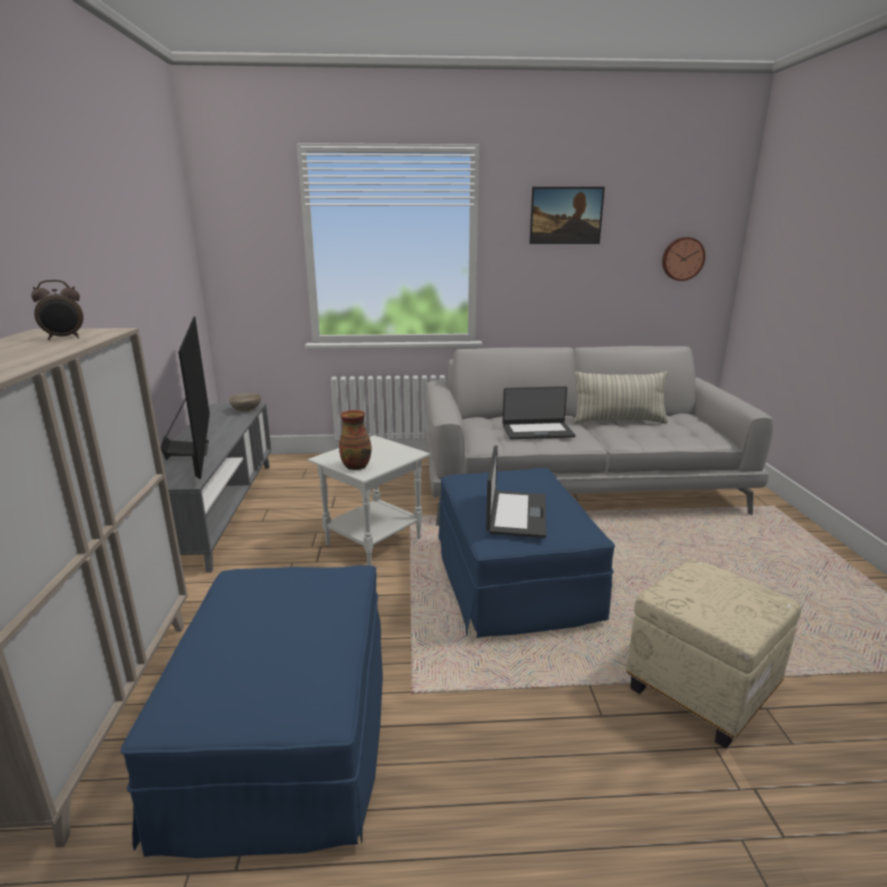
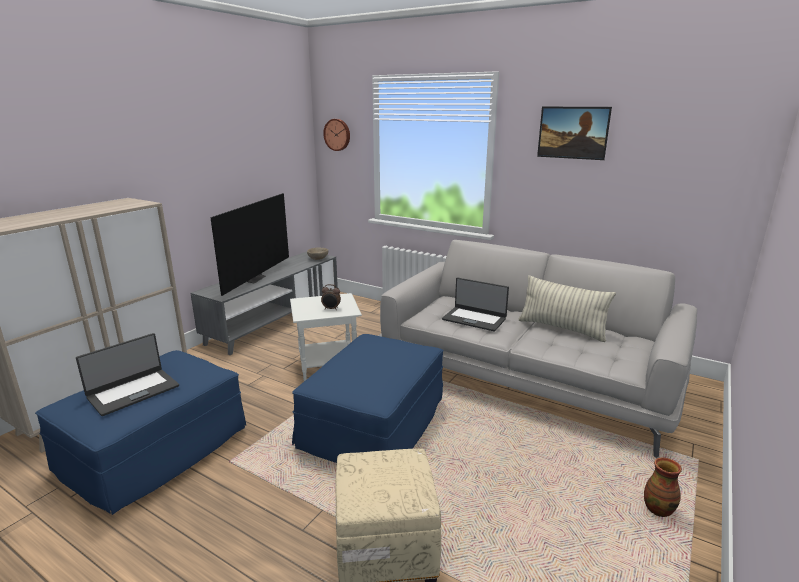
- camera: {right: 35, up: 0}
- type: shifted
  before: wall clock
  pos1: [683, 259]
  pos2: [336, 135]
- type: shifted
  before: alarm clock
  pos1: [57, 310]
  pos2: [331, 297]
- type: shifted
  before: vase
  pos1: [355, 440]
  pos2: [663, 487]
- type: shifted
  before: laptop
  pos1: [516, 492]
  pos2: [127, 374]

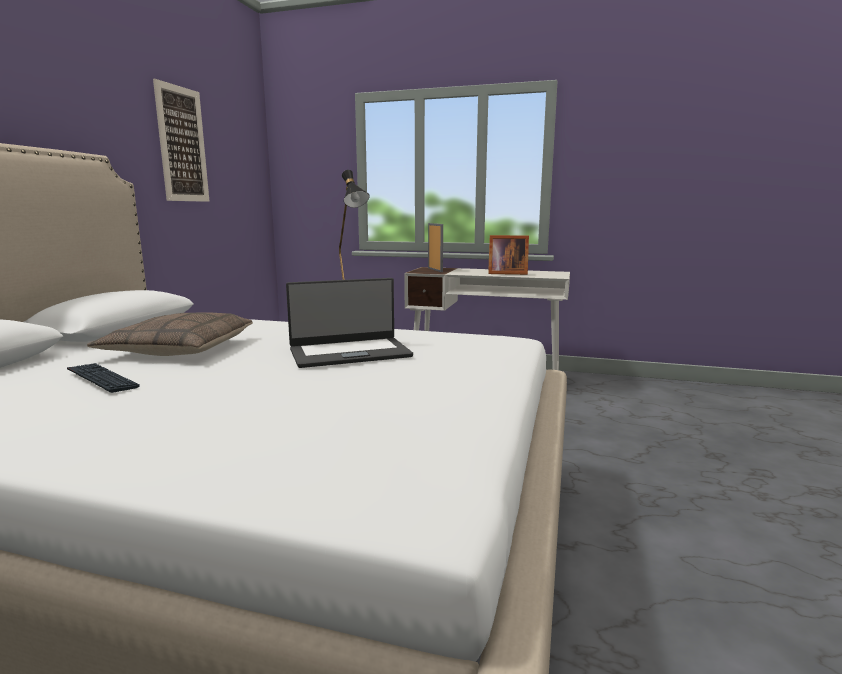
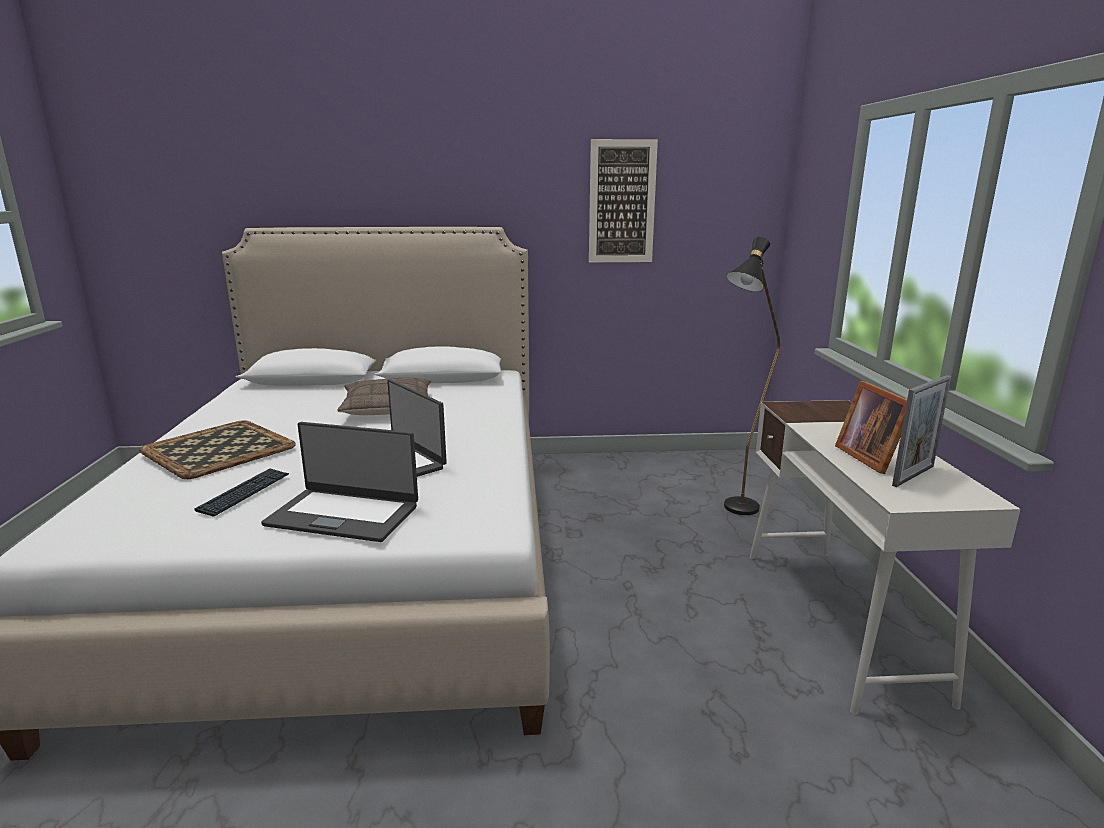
- camera: {right: 70, up: 5}
- type: shifted
  before: picture frame
  pos1: [435, 247]
  pos2: [921, 431]
- type: shifted
  before: keyboard
  pos1: [103, 378]
  pos2: [241, 492]
- type: new
  after: tray
  pos2: [217, 449]
- type: new
  after: laptop
  pos2: [339, 482]

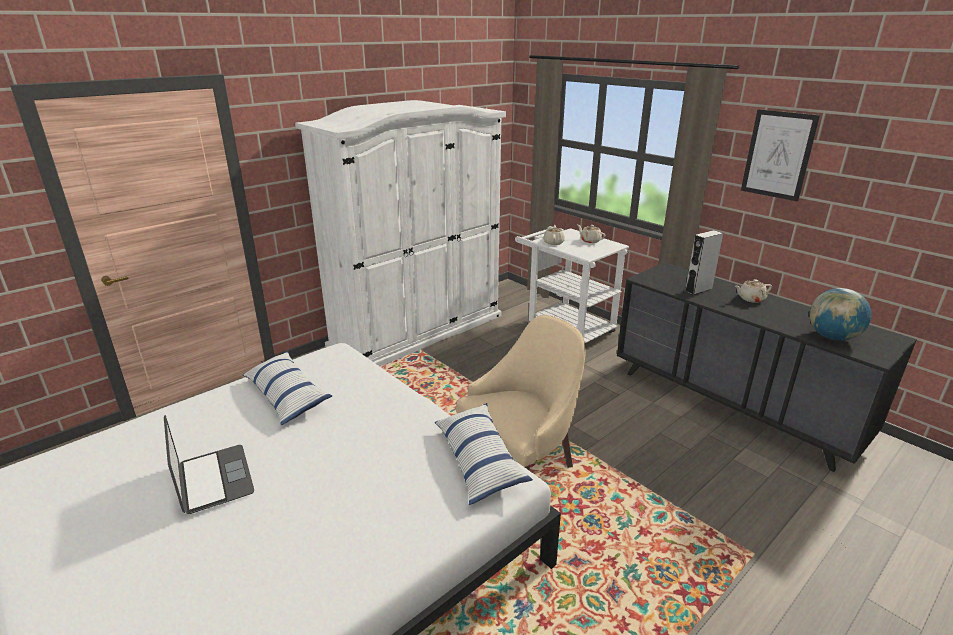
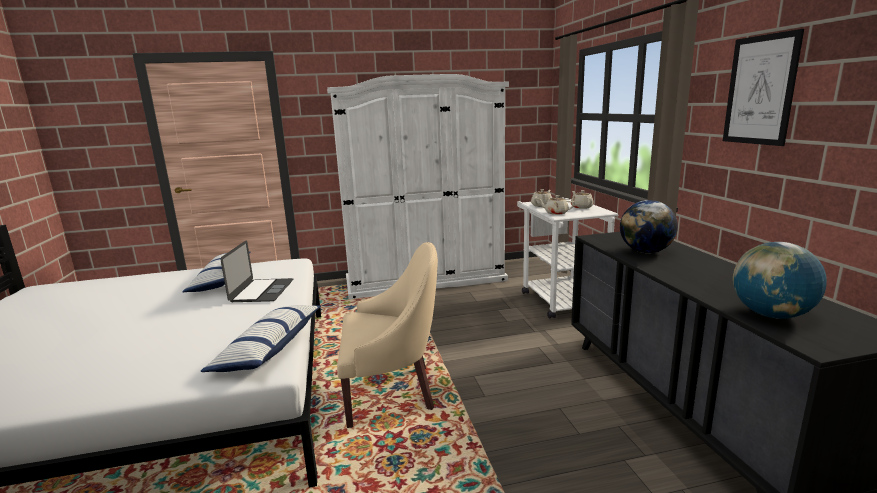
- camera: {right: 30, up: -10}
- type: swapped
  before: speaker/grey
  after: globe
  pos1: [704, 262]
  pos2: [649, 226]
- type: shifted
  before: teapot/beige
  pos1: [753, 291]
  pos2: [556, 205]
- type: shifted
  before: laptop
  pos1: [209, 464]
  pos2: [257, 271]

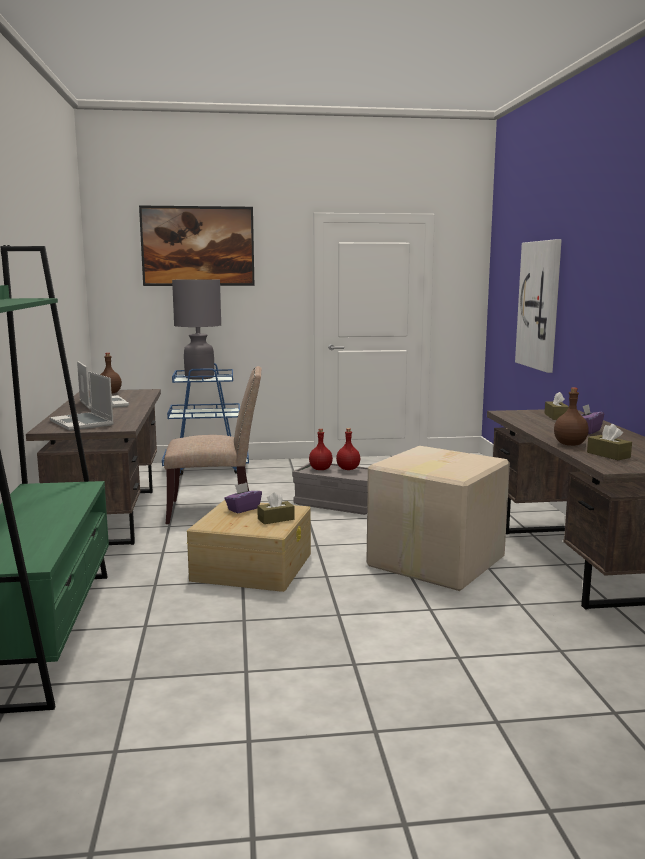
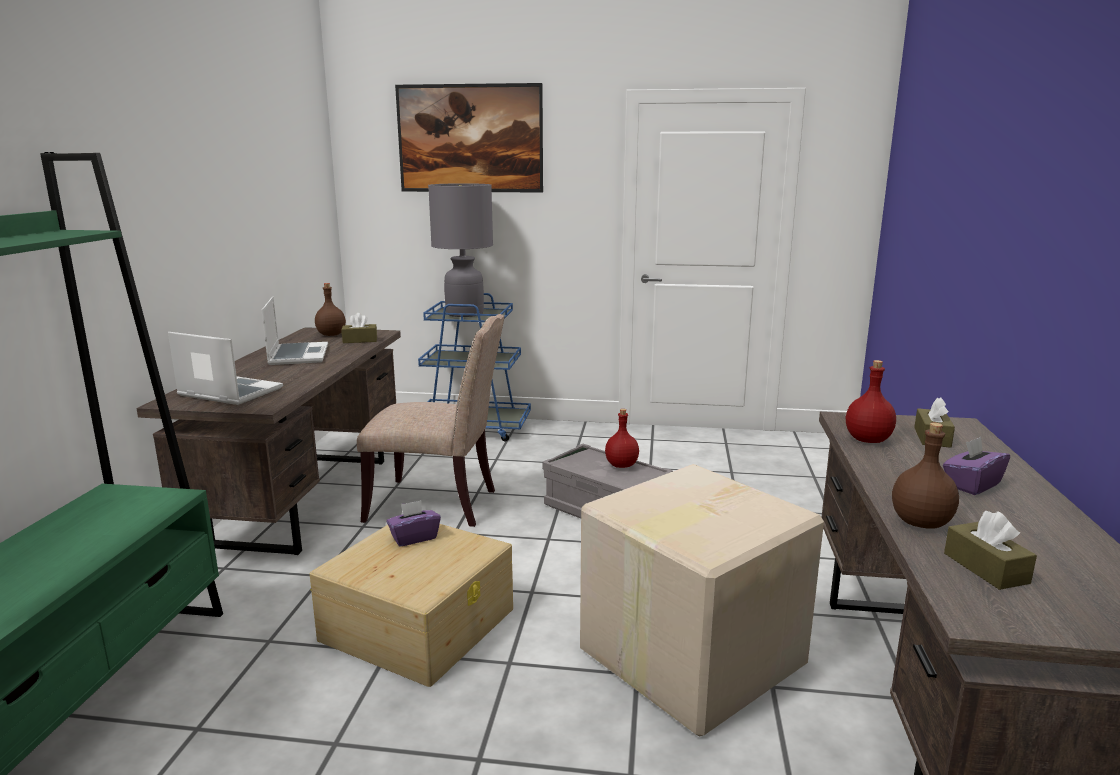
- camera: {right: 15, up: 5}
- type: gone
  before: picture
  pos1: [538, 306]
- type: rotated
  before: laptop
  pos1: [82, 401]
  pos2: [225, 368]
  turn: 135
- type: shifted
  before: bottle/red
  pos1: [321, 449]
  pos2: [871, 401]
- type: shifted
  before: tissue box/brown
  pos1: [276, 508]
  pos2: [359, 328]

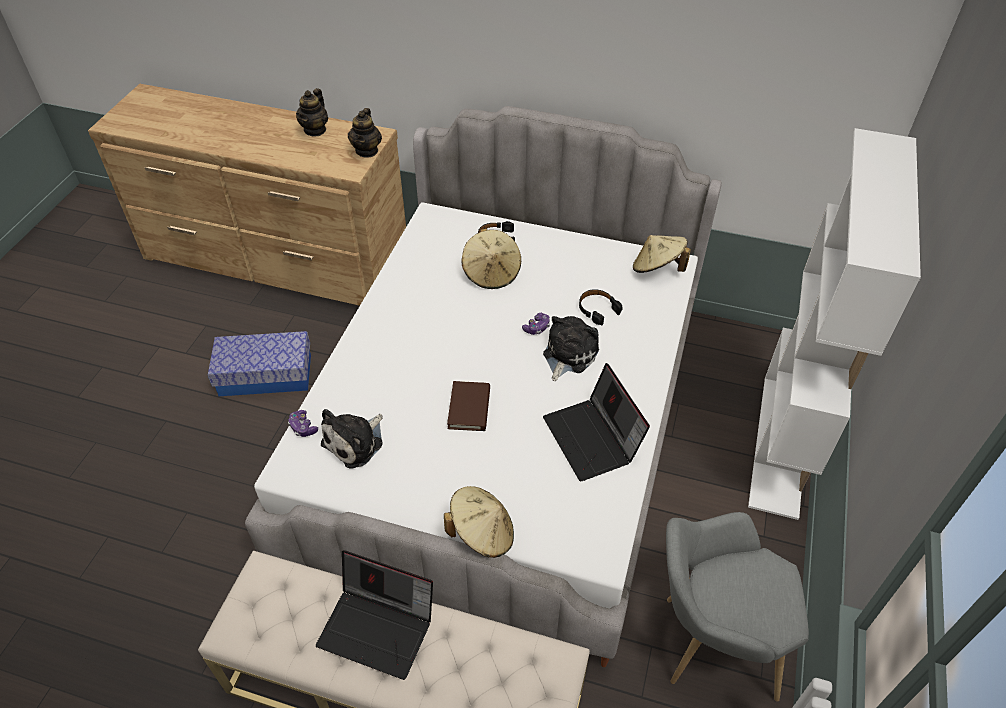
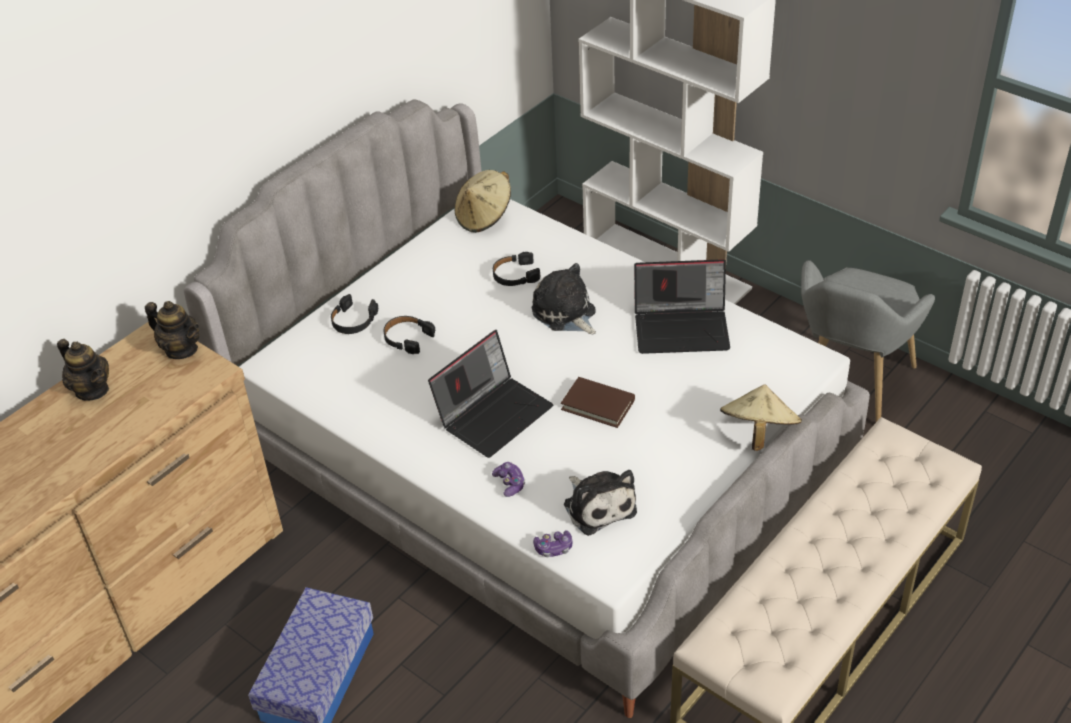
- camera: {right: -65, up: -5}
- type: swapped
  before: hat/beige
  after: headphones/black
  pos1: [491, 259]
  pos2: [409, 335]
- type: shifted
  before: game controller
  pos1: [536, 324]
  pos2: [508, 479]
- type: shifted
  before: laptop
  pos1: [374, 615]
  pos2: [490, 394]

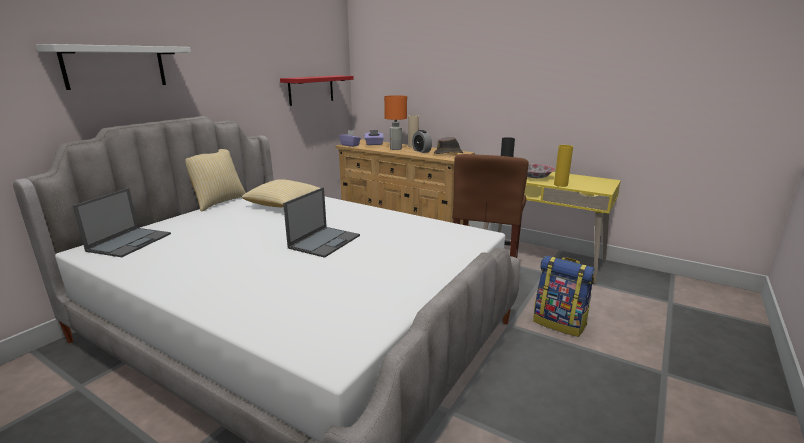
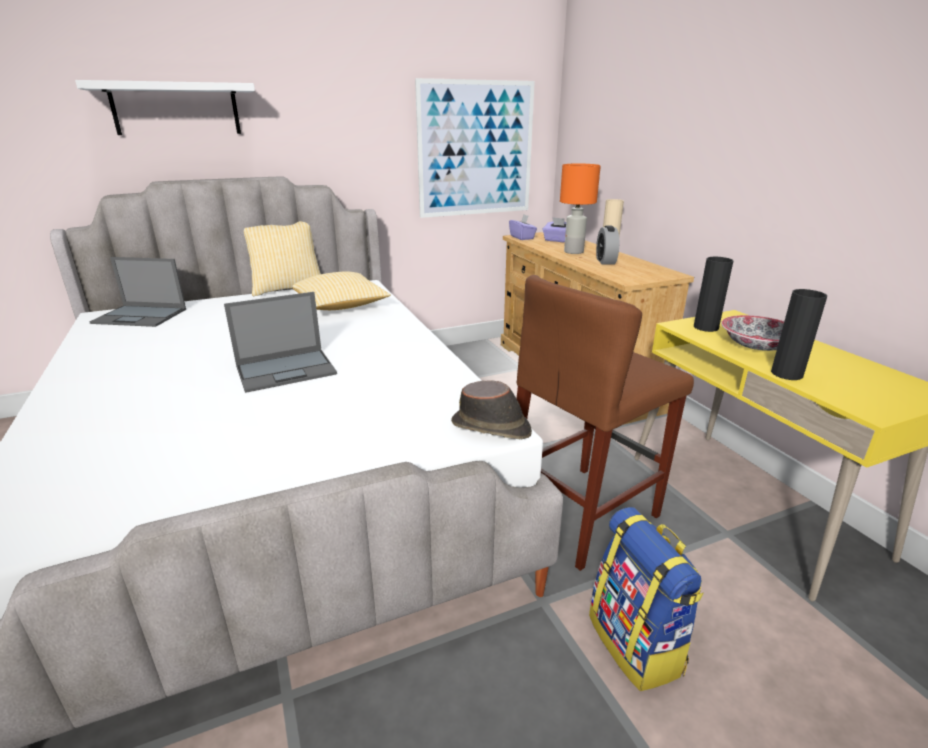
- camera: {right: 35, up: 5}
- type: swapped
  before: shelf/red
  after: picture
  pos1: [317, 90]
  pos2: [475, 148]
- type: shifted
  before: hat/brown
  pos1: [448, 145]
  pos2: [491, 409]
- type: repainted
  before: vase/yellow
  after: vase/black
  pos1: [563, 166]
  pos2: [799, 334]
- type: rotated
  before: laptop
  pos1: [122, 222]
  pos2: [137, 292]
  turn: 45

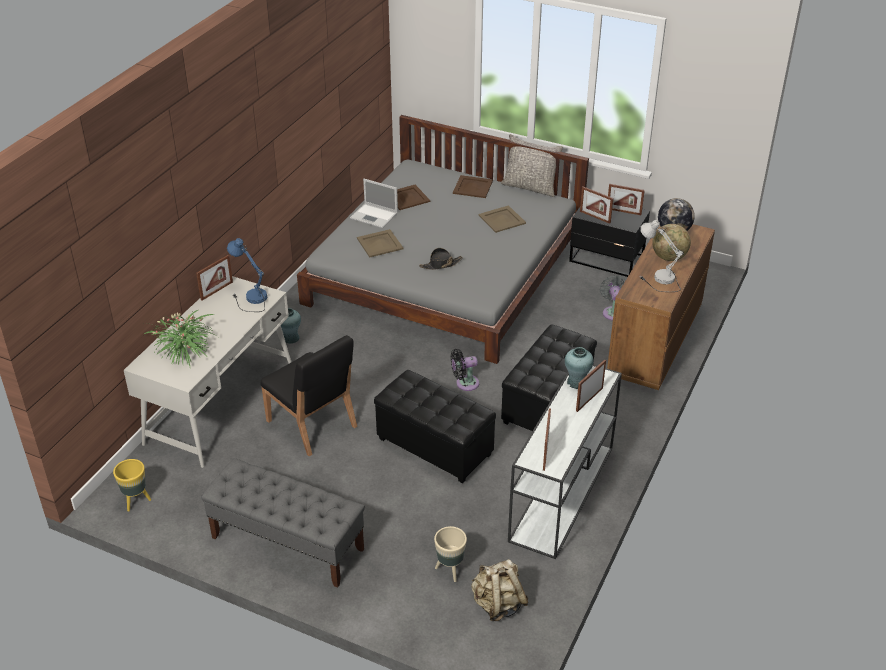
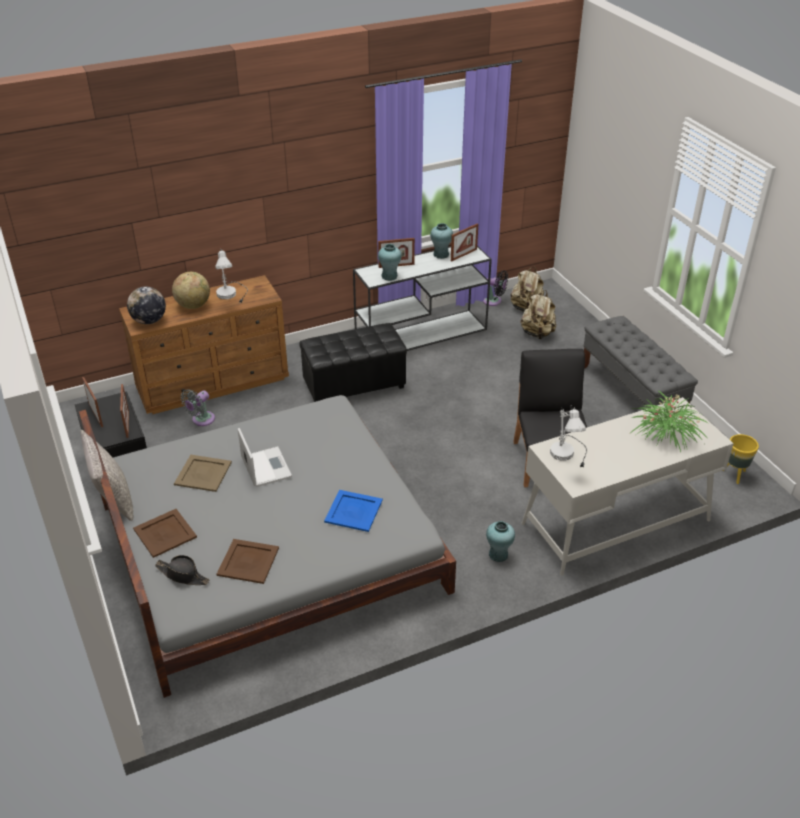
- camera: {right: -140, up: 0}
- type: shifted
  before: laptop
  pos1: [374, 203]
  pos2: [265, 457]
- type: repainted
  before: tray/beige
  after: tray/blue
  pos1: [380, 243]
  pos2: [353, 511]
- type: repainted
  before: table lamp/blue
  after: table lamp/white
  pos1: [247, 275]
  pos2: [568, 436]
- type: shifted
  before: hat/black
  pos1: [440, 259]
  pos2: [182, 570]
- type: gone
  before: picture frame
  pos1: [214, 278]
- type: shifted
  before: fan/black
  pos1: [465, 370]
  pos2: [495, 288]
- type: gone
  before: ottoman/black
  pos1: [435, 426]
- type: swapped
  before: planter/beige
  after: backpack/beige
  pos1: [450, 554]
  pos2: [538, 314]
- type: new
  after: vase/turquoise
  pos2: [441, 241]

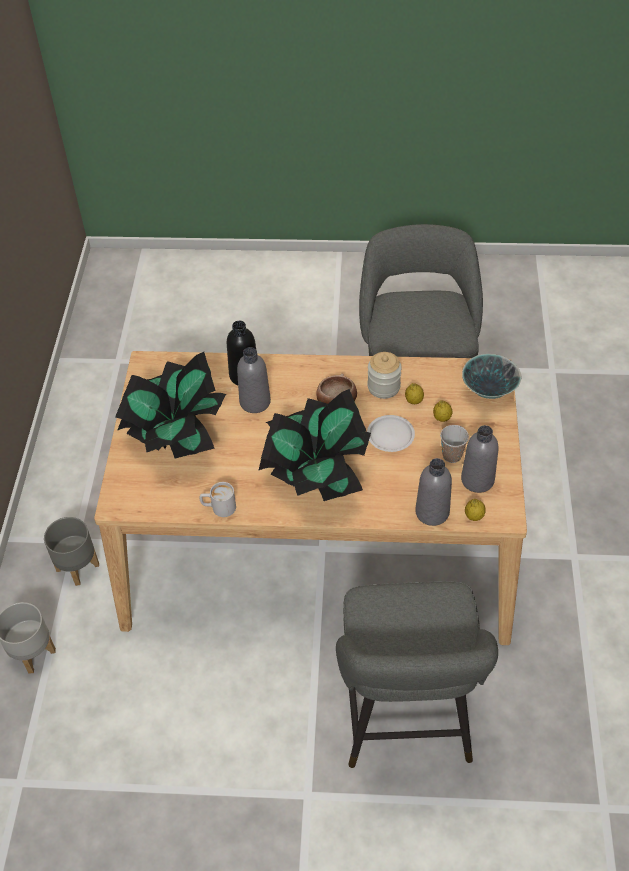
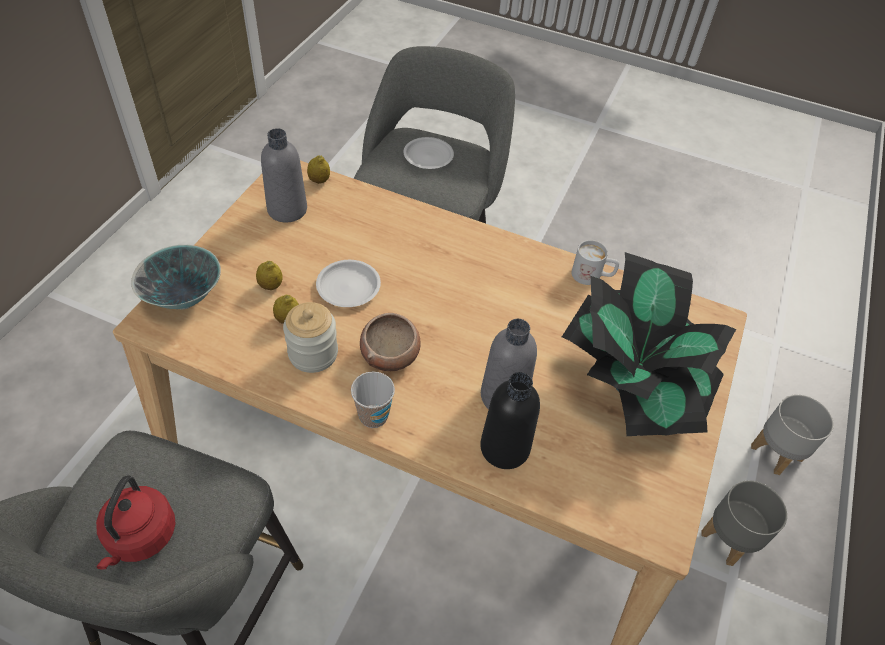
- camera: {right: -165, up: 0}
- type: gone
  before: potted plant
  pos1: [314, 445]
- type: shifted
  before: cup
  pos1: [454, 444]
  pos2: [373, 400]
- type: gone
  before: bottle/grey
  pos1: [433, 492]
- type: new
  after: plate/white
  pos2: [428, 153]
- type: new
  after: kettle/red
  pos2: [136, 523]

